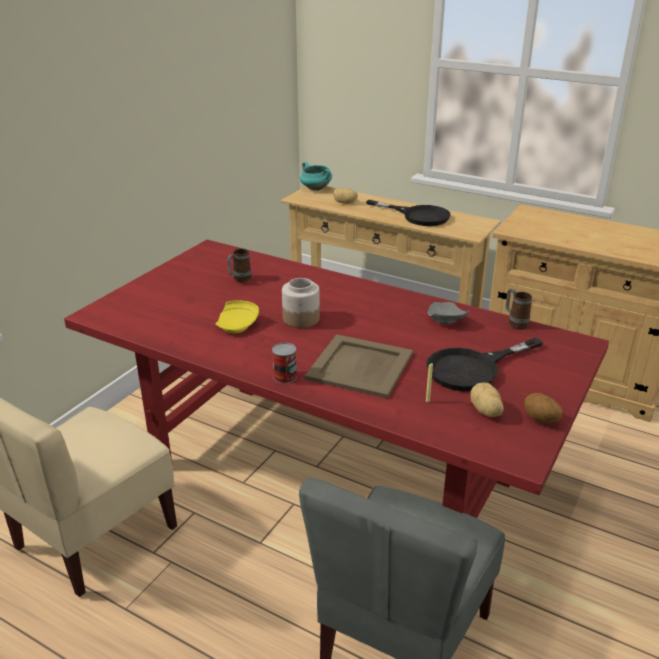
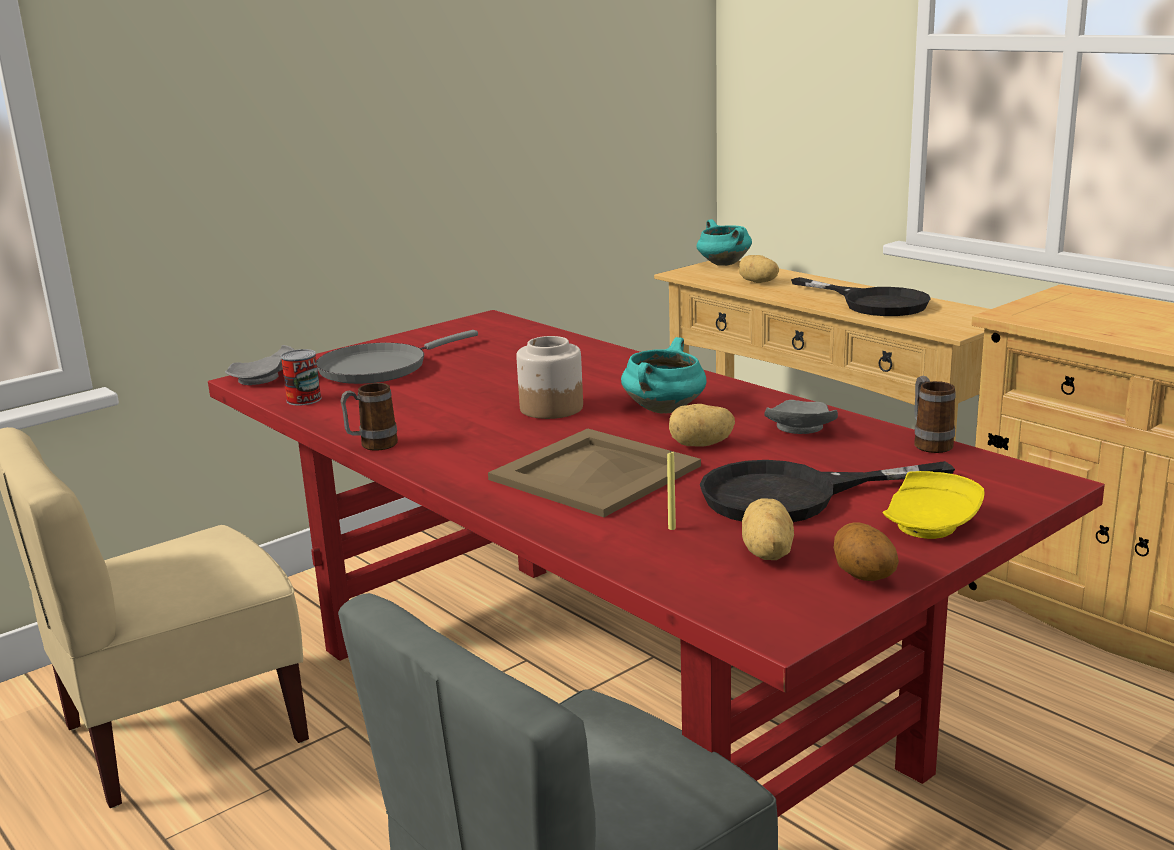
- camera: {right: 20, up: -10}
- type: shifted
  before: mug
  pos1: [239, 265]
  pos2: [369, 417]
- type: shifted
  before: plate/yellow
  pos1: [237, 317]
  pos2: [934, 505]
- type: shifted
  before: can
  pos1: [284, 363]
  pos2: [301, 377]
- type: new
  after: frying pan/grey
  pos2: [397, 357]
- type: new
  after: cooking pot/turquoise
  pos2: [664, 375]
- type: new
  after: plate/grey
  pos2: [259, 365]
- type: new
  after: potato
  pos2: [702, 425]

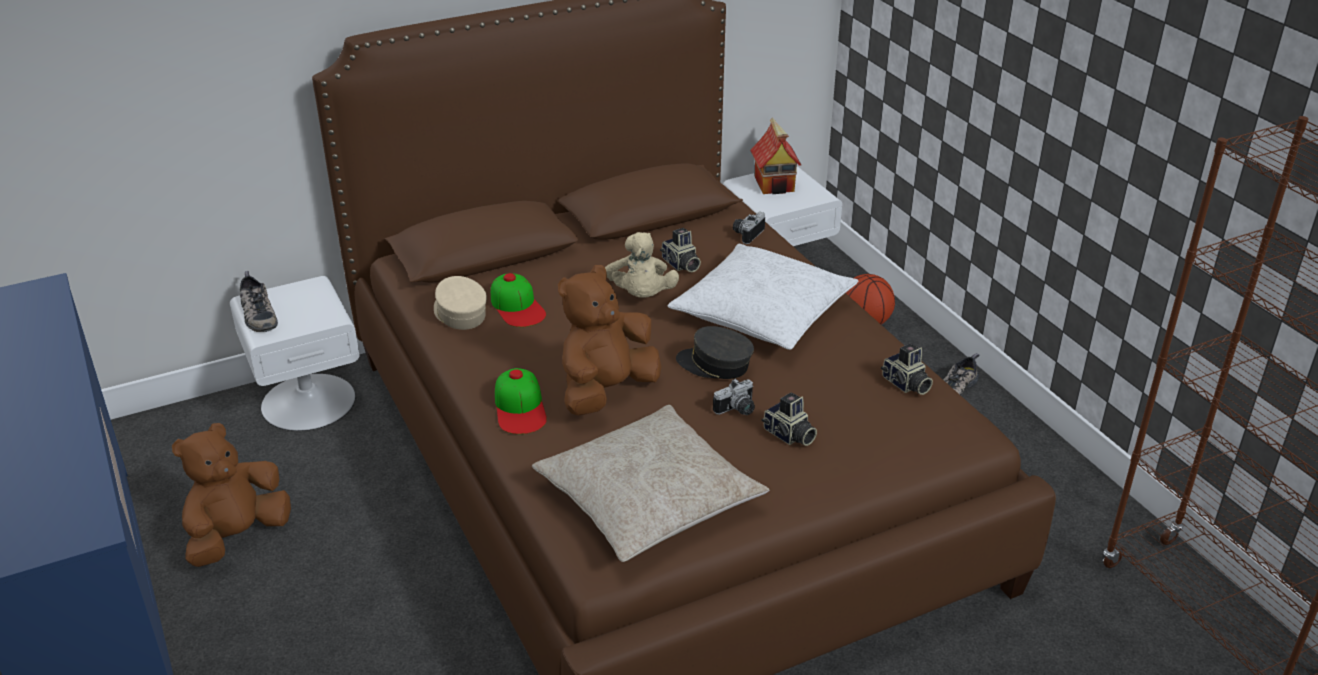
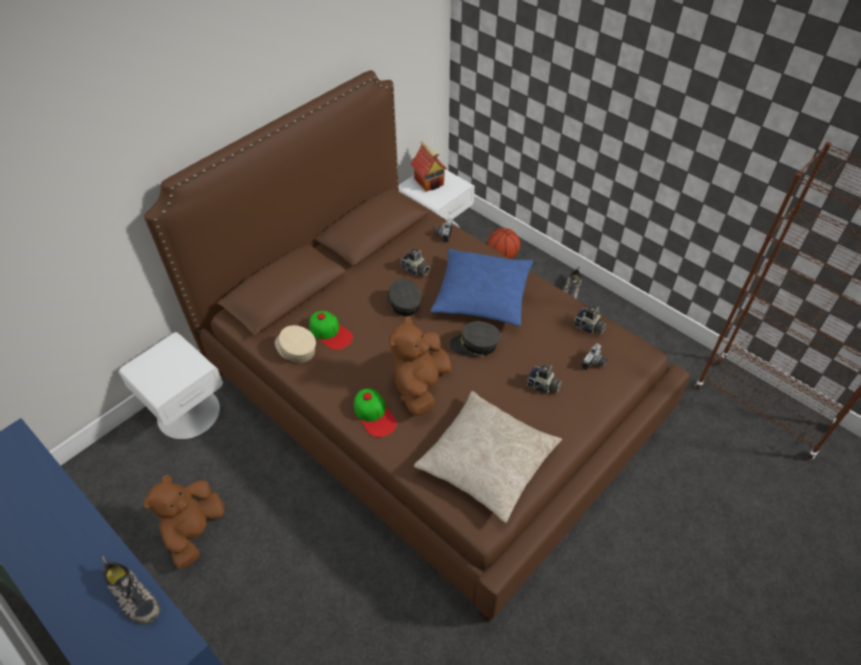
- camera: {right: -20, up: 15}
- type: swapped
  before: plush toy/beige
  after: cap/grey
  pos1: [642, 265]
  pos2: [404, 297]
- type: repainted
  before: pillow/white
  after: pillow/blue
  pos1: [762, 297]
  pos2: [482, 287]
- type: shifted
  before: shoe
  pos1: [259, 301]
  pos2: [131, 589]
- type: shifted
  before: photo camera
  pos1: [734, 397]
  pos2: [594, 357]

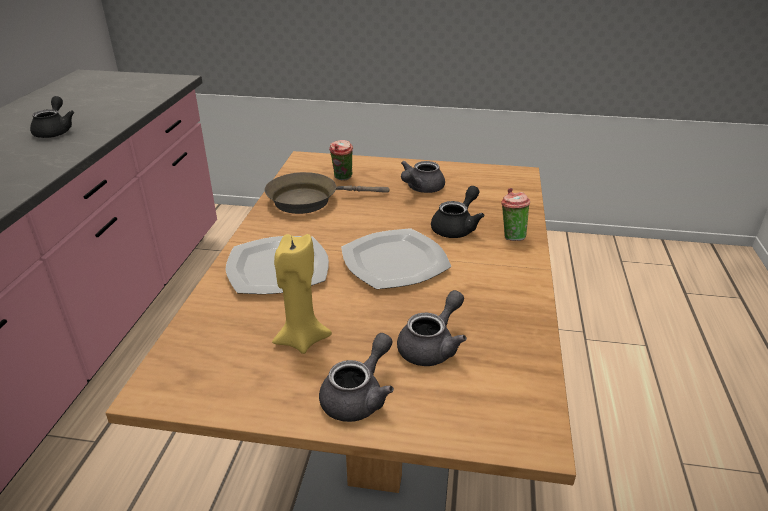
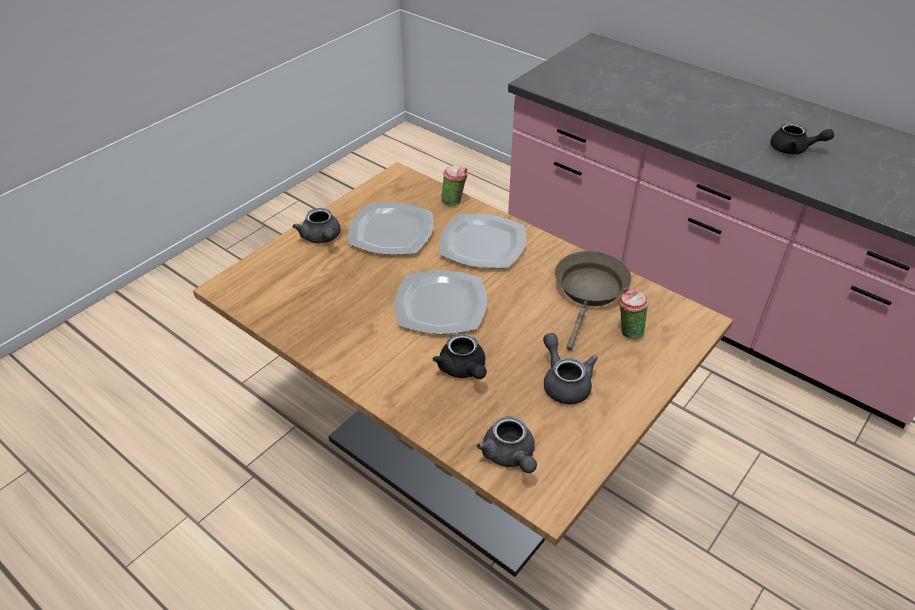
- camera: {right: 120, up: 10}
- type: shifted
  before: cup
  pos1: [515, 214]
  pos2: [454, 185]
- type: swapped
  before: candle/yellow
  after: plate
  pos1: [302, 294]
  pos2: [390, 229]
- type: shifted
  before: teapot/grey
  pos1: [432, 328]
  pos2: [507, 444]

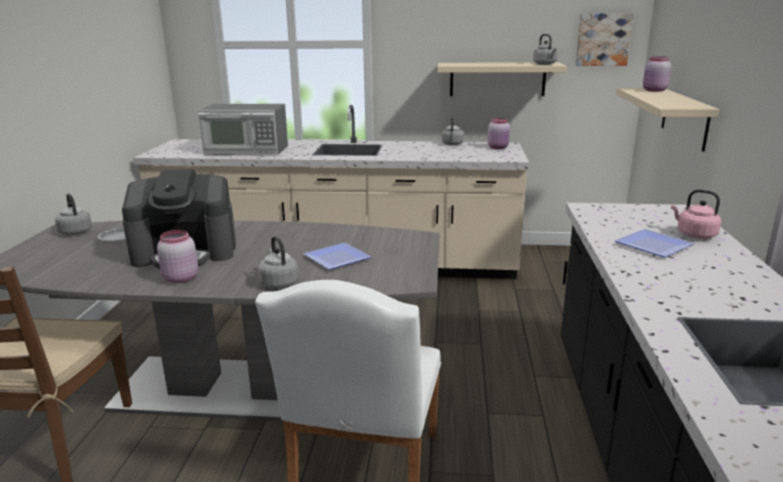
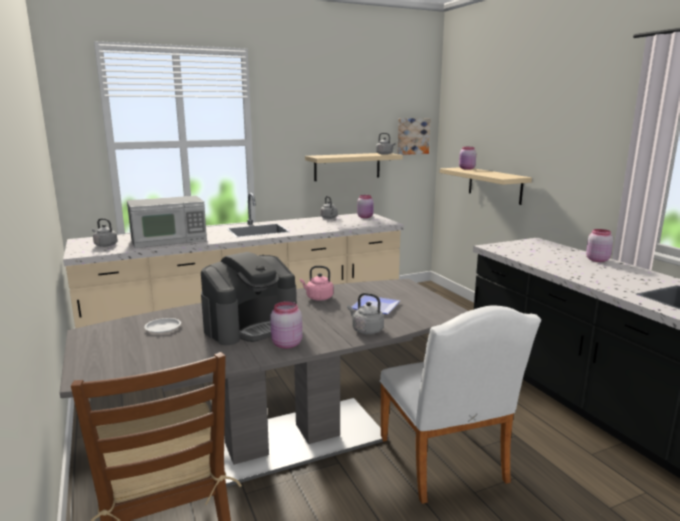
- camera: {right: -30, up: -5}
- type: shifted
  before: kettle/pink
  pos1: [696, 214]
  pos2: [316, 283]
- type: shifted
  before: kettle/grey
  pos1: [73, 214]
  pos2: [105, 232]
- type: gone
  before: plate
  pos1: [654, 243]
- type: new
  after: jar/pink
  pos2: [599, 245]

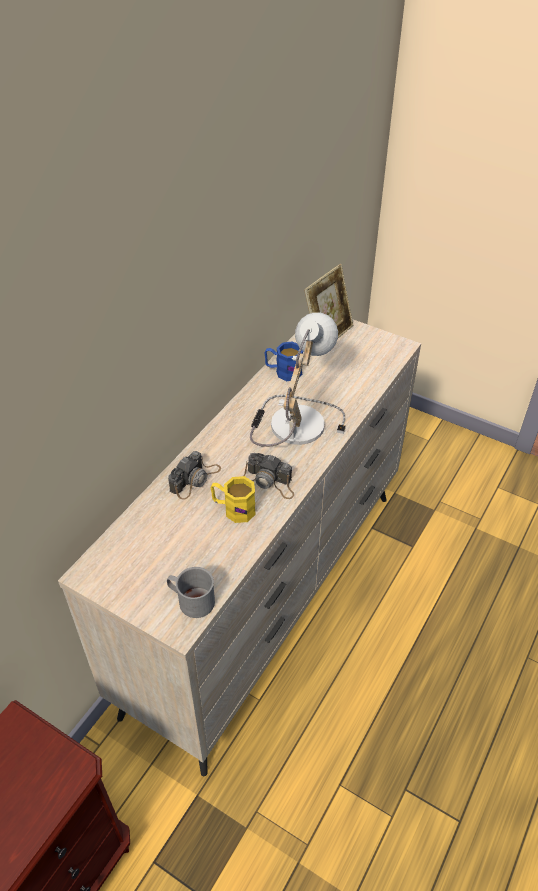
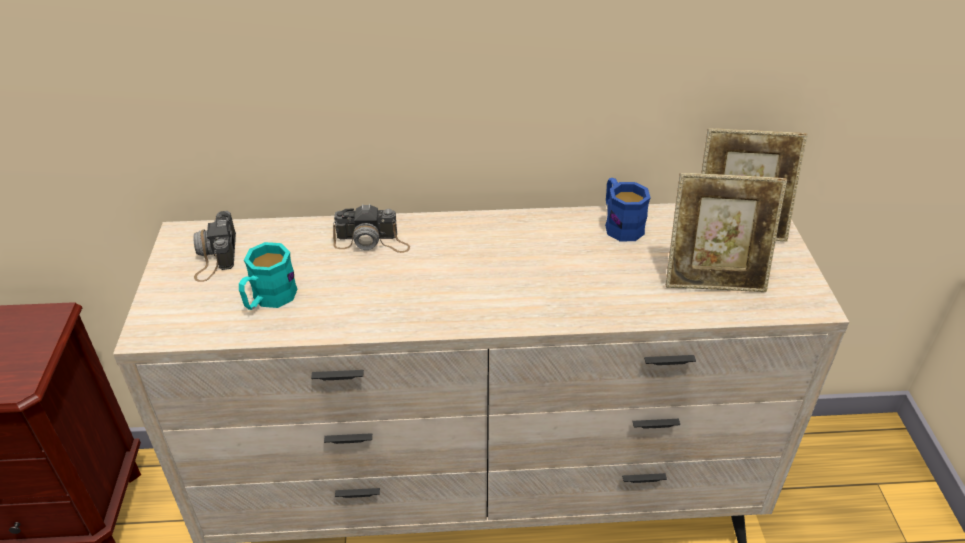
- camera: {right: 55, up: -5}
- type: gone
  before: table lamp
  pos1: [298, 379]
- type: shifted
  before: photo camera
  pos1: [268, 476]
  pos2: [214, 246]
- type: gone
  before: mug/yellow
  pos1: [233, 499]
- type: gone
  before: mug/grey
  pos1: [191, 592]
- type: new
  after: picture frame
  pos2: [726, 232]
- type: new
  after: mug/turquoise
  pos2: [268, 276]

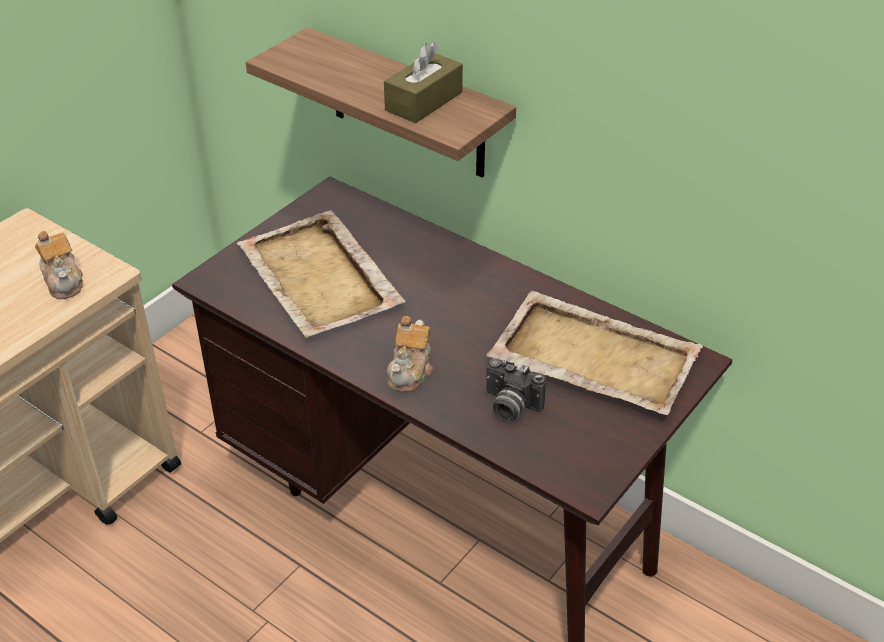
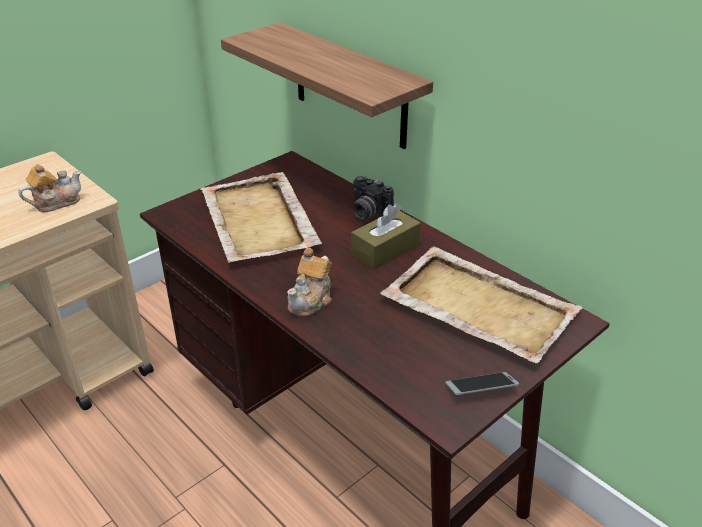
- camera: {right: 10, up: -5}
- type: shifted
  before: tissue box/brown
  pos1: [423, 83]
  pos2: [386, 237]
- type: rotated
  before: teapot
  pos1: [59, 265]
  pos2: [49, 188]
  turn: -105
- type: shifted
  before: photo camera
  pos1: [516, 390]
  pos2: [373, 197]
- type: new
  after: phone
  pos2: [482, 383]

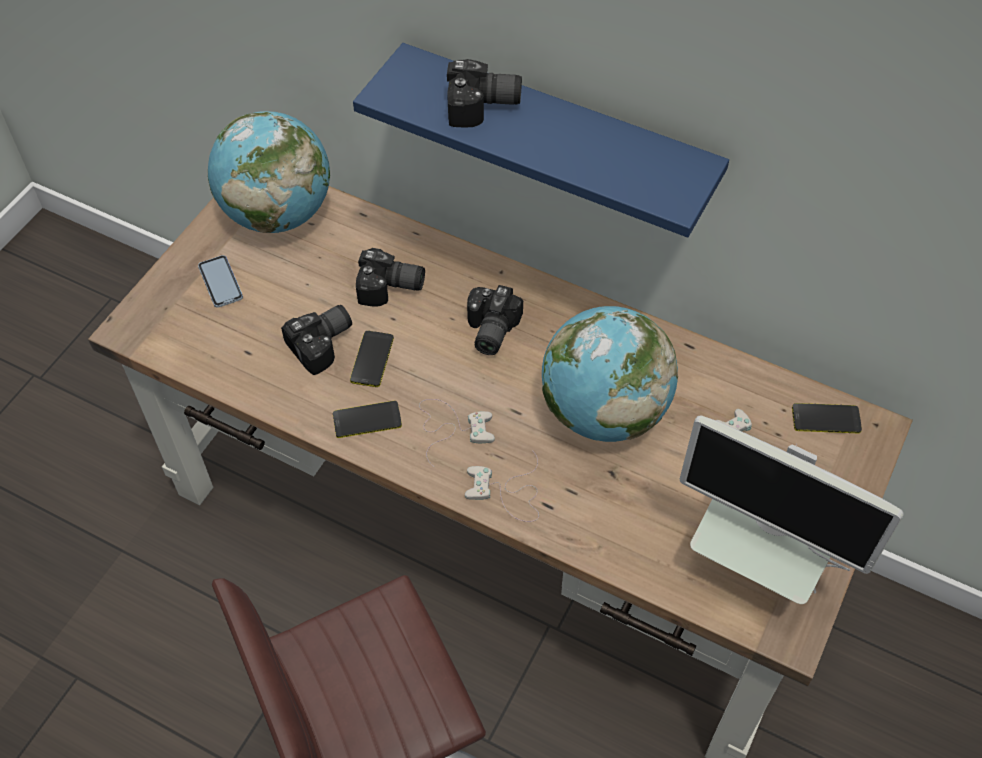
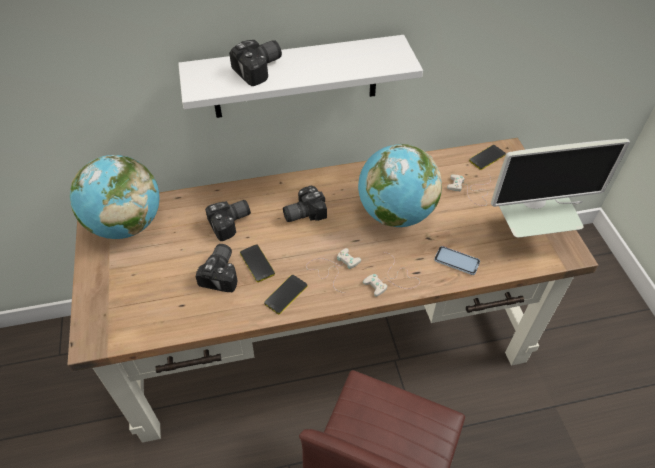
- camera: {right: -40, up: -5}
- type: repainted
  before: shelf/blue
  after: shelf/white
  pos1: [541, 140]
  pos2: [300, 76]
- type: shifted
  before: phone
  pos1: [220, 281]
  pos2: [457, 260]
- type: rotated
  before: photo camera
  pos1: [495, 320]
  pos2: [305, 203]
  turn: 90

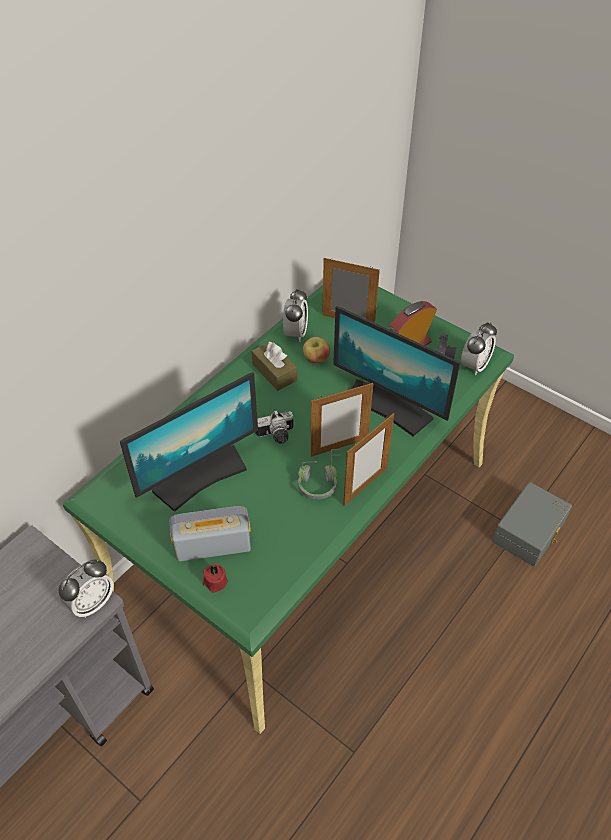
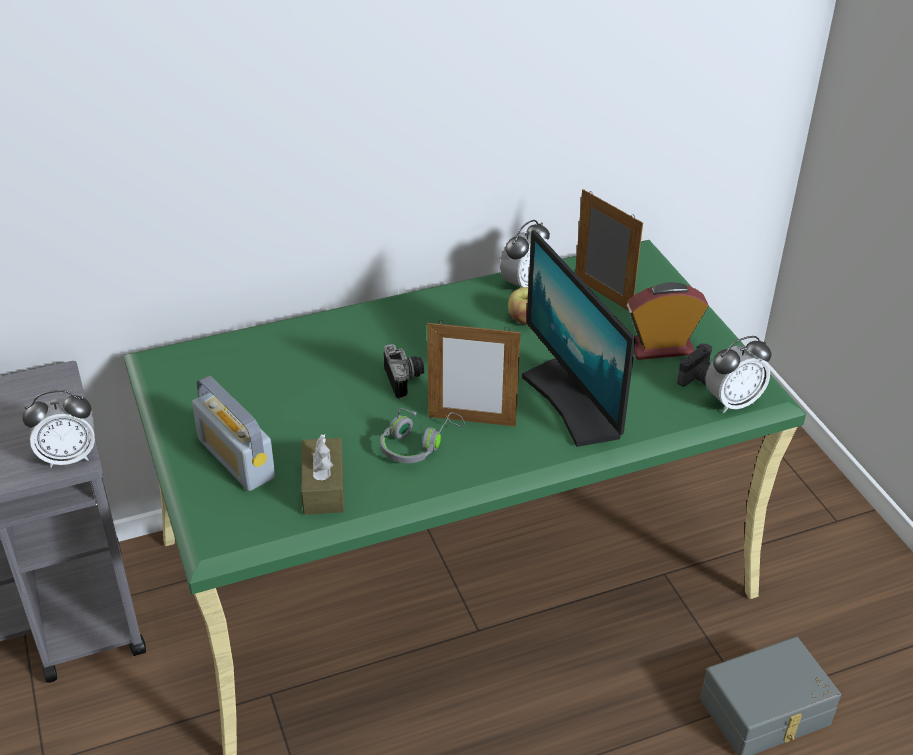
- camera: {right: 30, up: -10}
- type: shifted
  before: tissue box/brown
  pos1: [274, 366]
  pos2: [322, 474]
- type: gone
  before: monitor
  pos1: [189, 442]
- type: rotated
  before: photo camera
  pos1: [274, 427]
  pos2: [404, 371]
  turn: -120
- type: gone
  before: picture frame
  pos1: [368, 459]
- type: rotated
  before: radio
  pos1: [210, 533]
  pos2: [233, 433]
  turn: -150
- type: gone
  before: candle/red
  pos1: [215, 578]

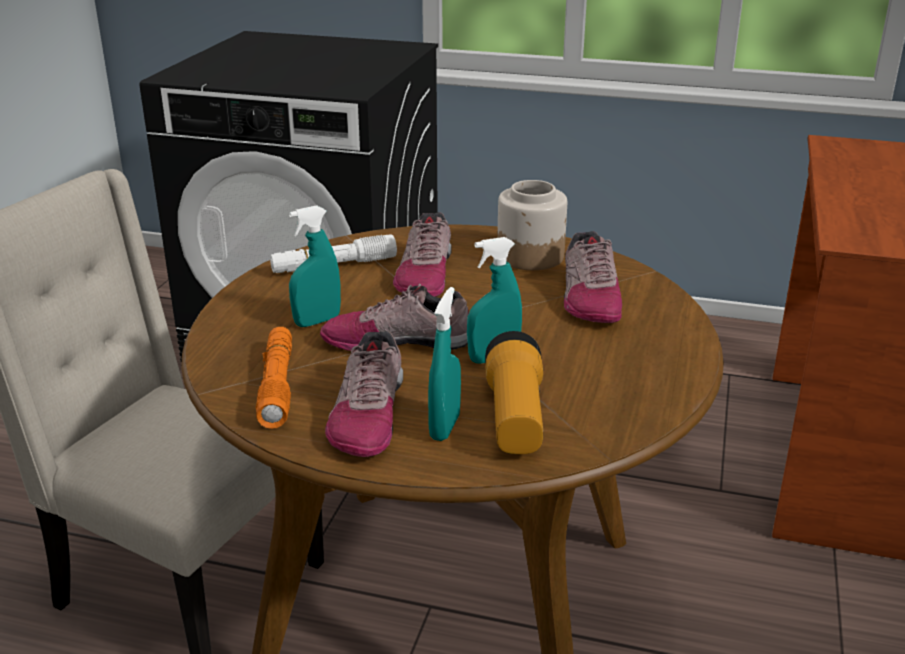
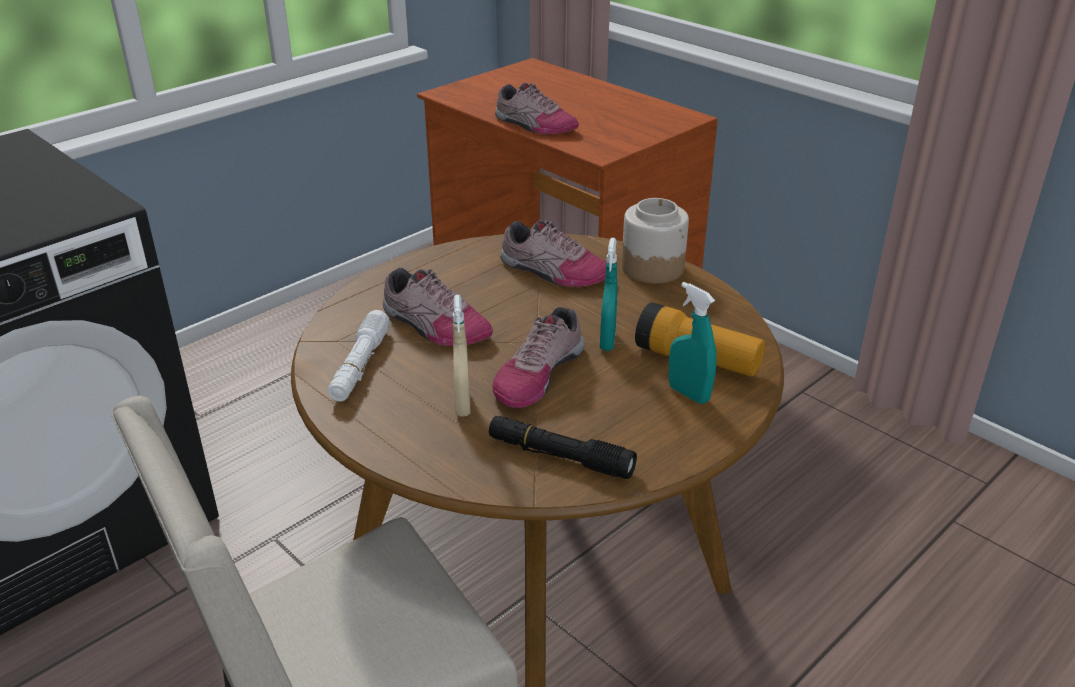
- camera: {right: -60, up: 5}
- type: shifted
  before: jar
  pos1: [532, 225]
  pos2: [655, 241]
- type: repainted
  before: spray bottle/turquoise
  after: spray bottle/beige
  pos1: [315, 266]
  pos2: [462, 356]
- type: repainted
  before: flashlight/orange
  after: flashlight/black
  pos1: [273, 378]
  pos2: [563, 447]
- type: shifted
  before: shoe
  pos1: [364, 394]
  pos2: [537, 108]

